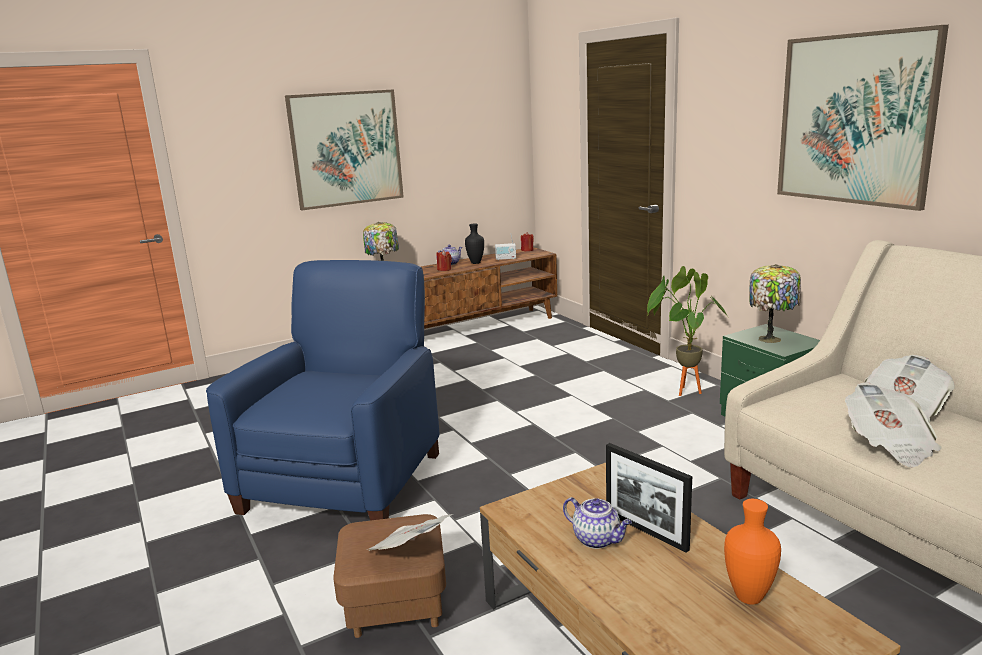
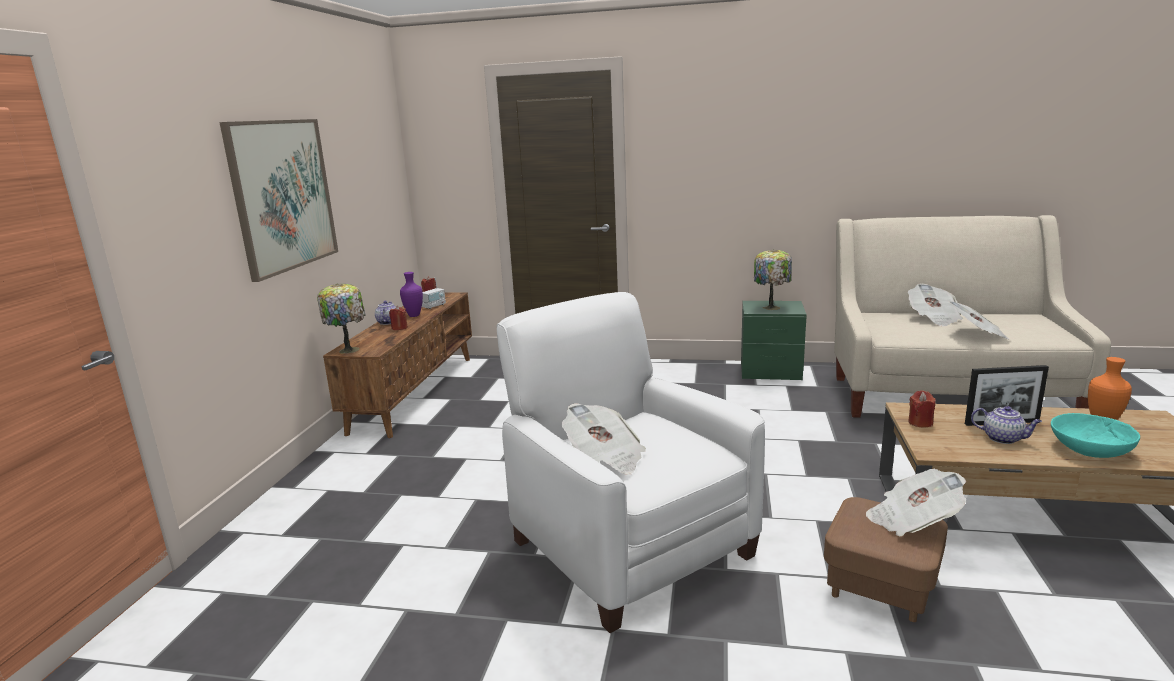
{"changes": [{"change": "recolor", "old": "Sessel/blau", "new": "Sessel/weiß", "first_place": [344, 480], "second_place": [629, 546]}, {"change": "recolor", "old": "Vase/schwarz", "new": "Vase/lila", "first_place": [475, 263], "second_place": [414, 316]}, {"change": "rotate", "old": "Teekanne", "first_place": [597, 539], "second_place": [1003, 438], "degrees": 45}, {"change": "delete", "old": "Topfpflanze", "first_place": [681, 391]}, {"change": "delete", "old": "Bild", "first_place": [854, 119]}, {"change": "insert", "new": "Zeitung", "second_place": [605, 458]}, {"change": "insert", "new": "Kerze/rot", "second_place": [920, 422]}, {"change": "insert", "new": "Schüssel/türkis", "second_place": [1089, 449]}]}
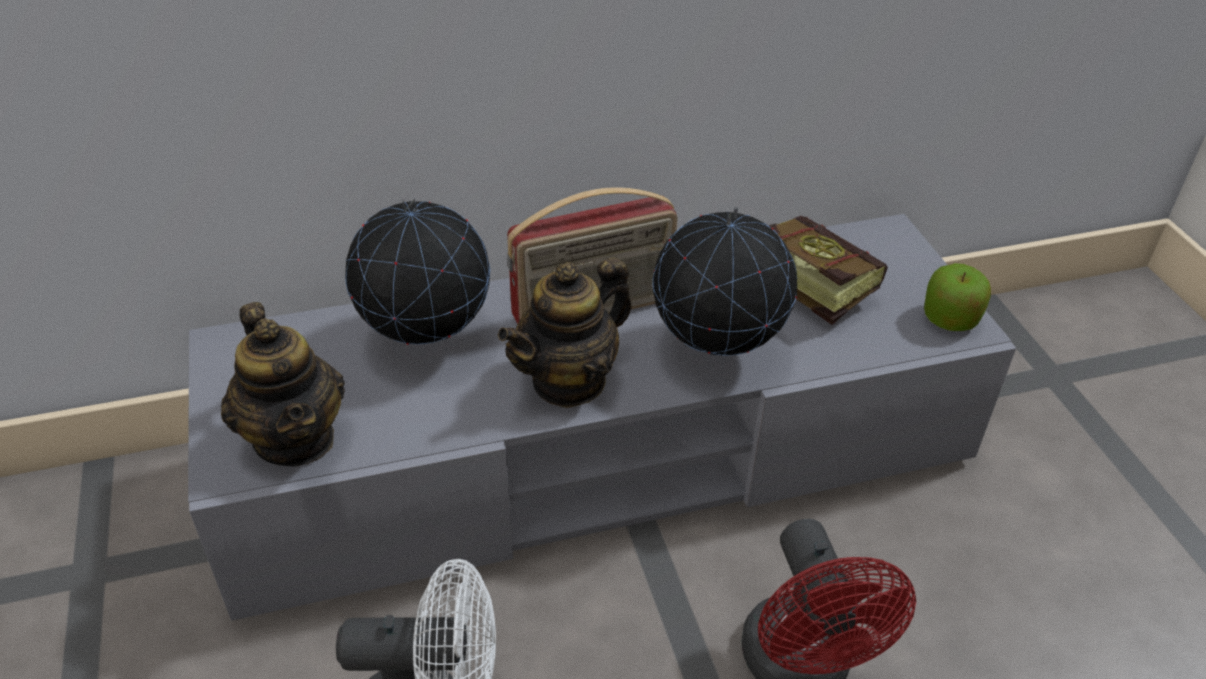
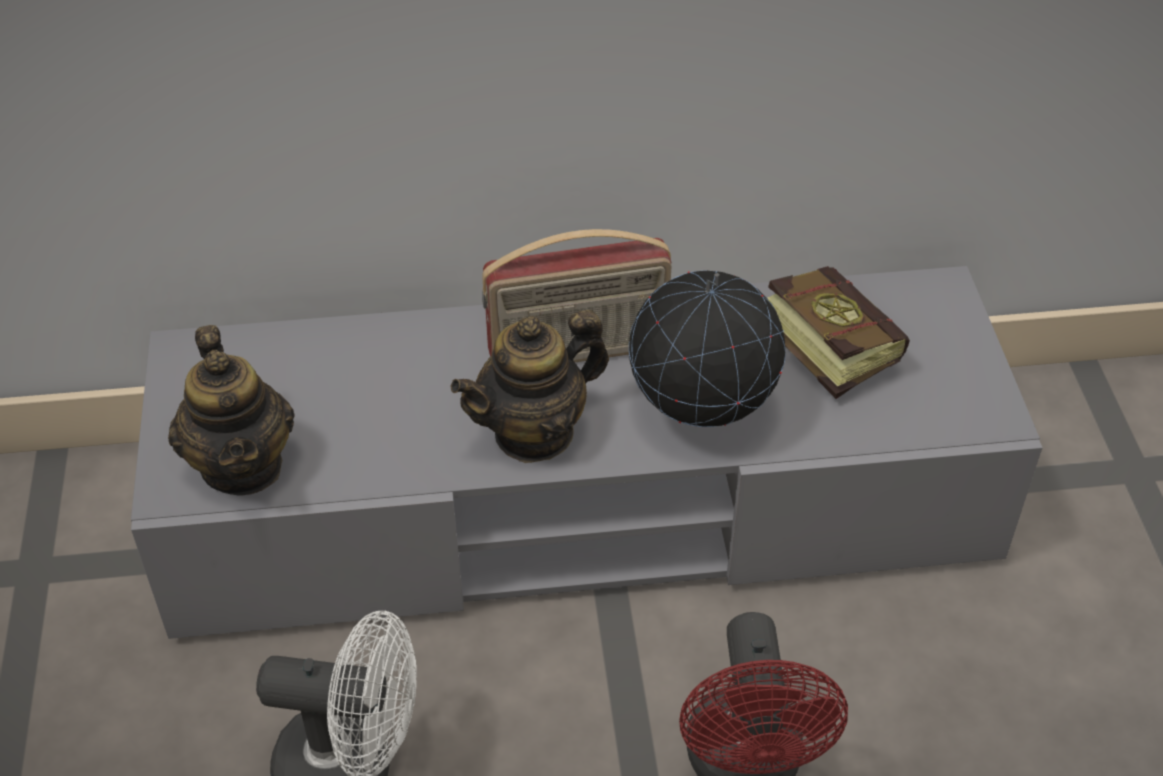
{"changes": [{"change": "delete", "old": "Globus", "first_place": [426, 341]}, {"change": "delete", "old": "Apfel", "first_place": [950, 319]}]}
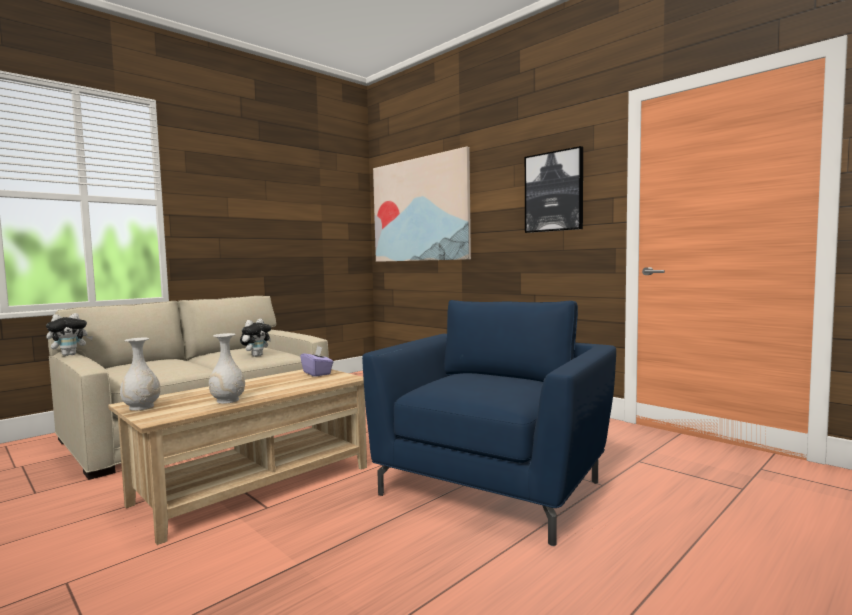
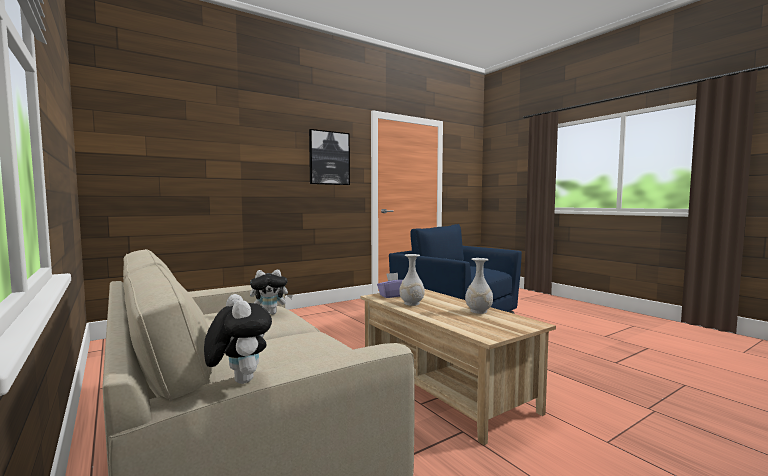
{"changes": [{"change": "move", "old": "Vase/weiß", "first_place": [142, 407], "second_place": [411, 303]}, {"change": "rotate", "old": "Plüschtier", "first_place": [256, 355], "second_place": [270, 313], "degrees": 120}, {"change": "delete", "old": "Bild", "first_place": [419, 210]}]}
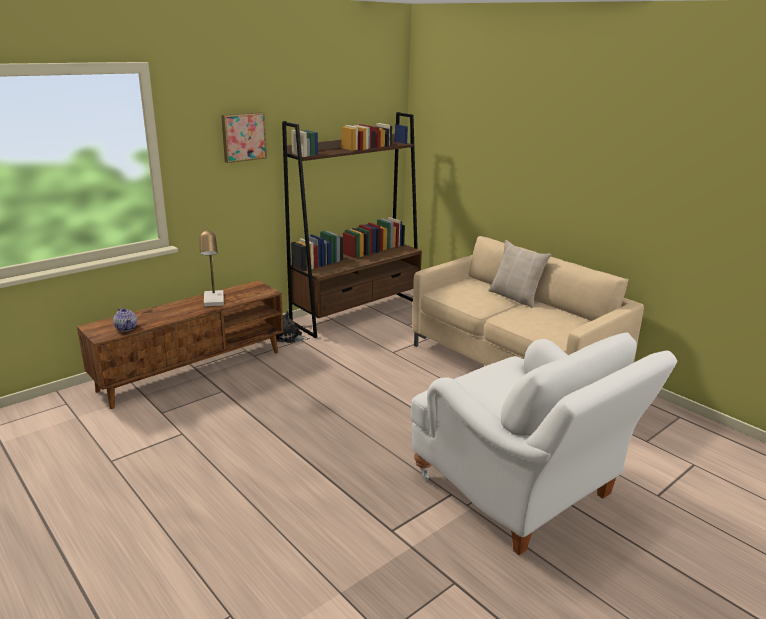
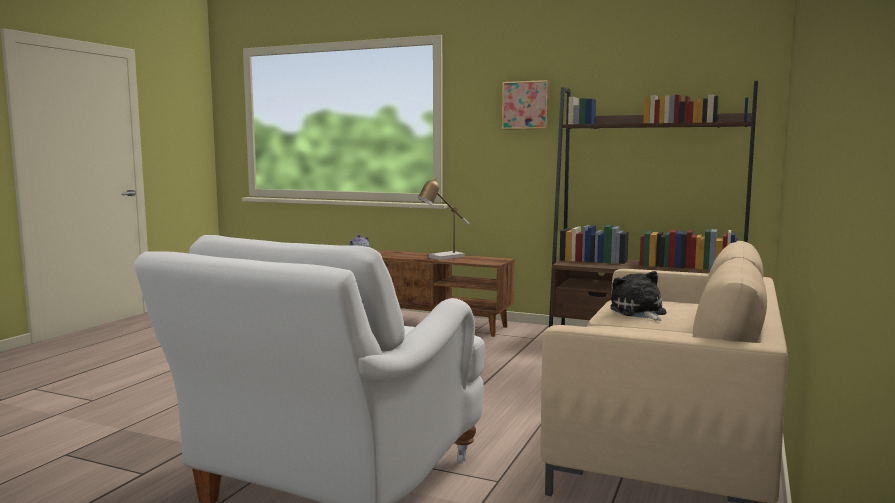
{"changes": [{"change": "move", "old": "Plüschtier", "first_place": [289, 337], "second_place": [639, 312]}, {"change": "delete", "old": "Kissen/beige", "first_place": [515, 297]}]}
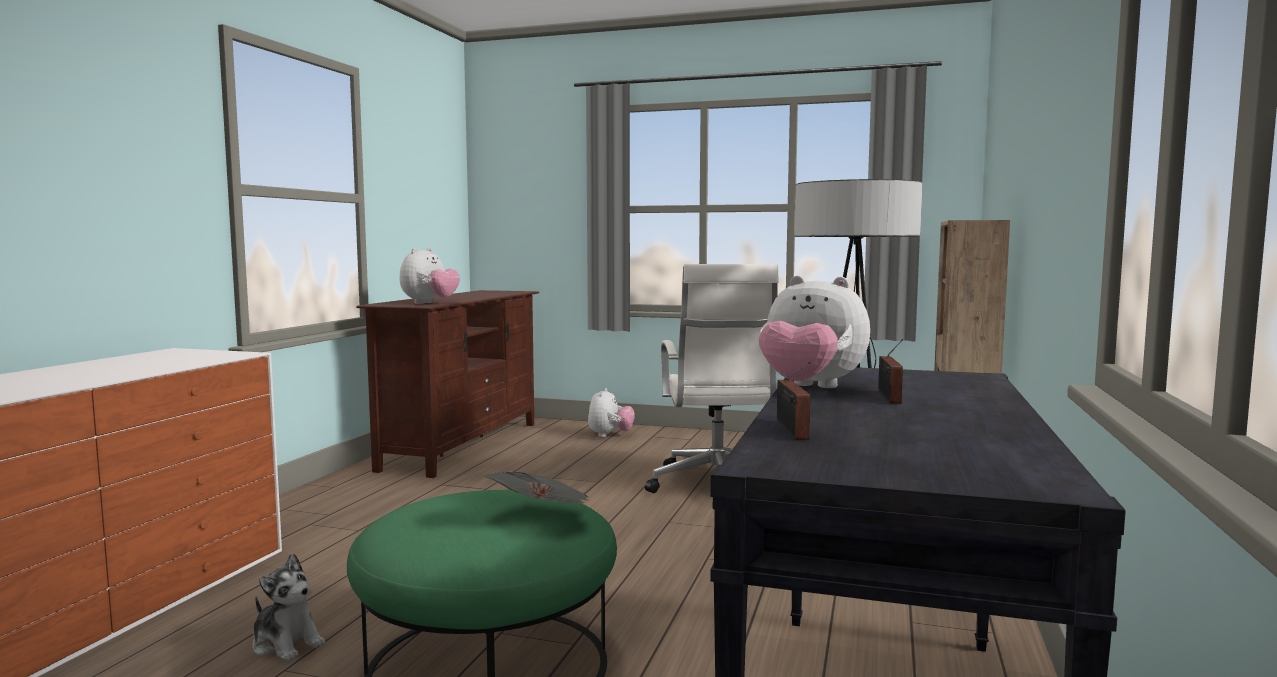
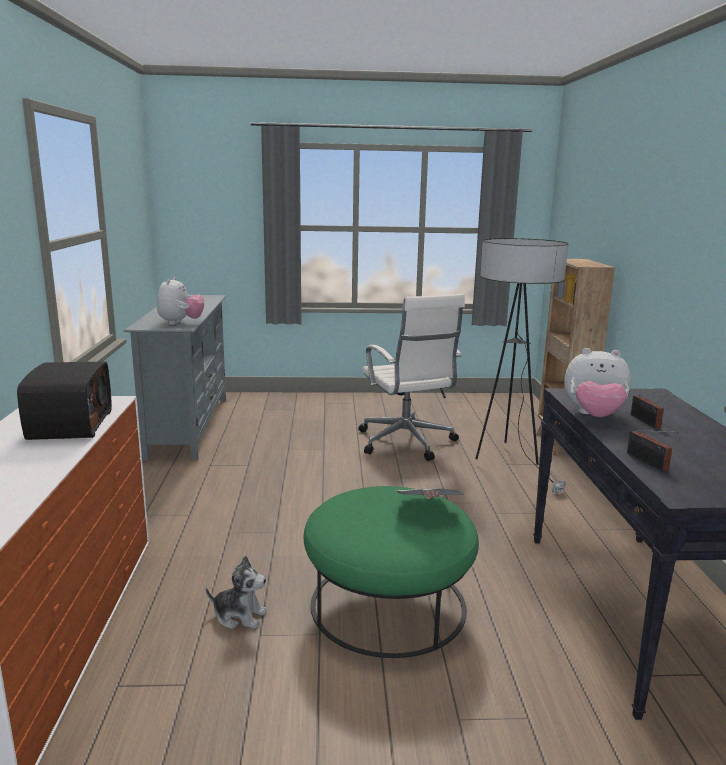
{"changes": [{"change": "recolor", "old": "Fernsehschrank/braun", "new": "Fernsehschrank/grau", "first_place": [461, 445], "second_place": [188, 426]}, {"change": "delete", "old": "Plüschtier", "first_place": [610, 435]}, {"change": "insert", "new": "Radio", "second_place": [69, 425]}]}
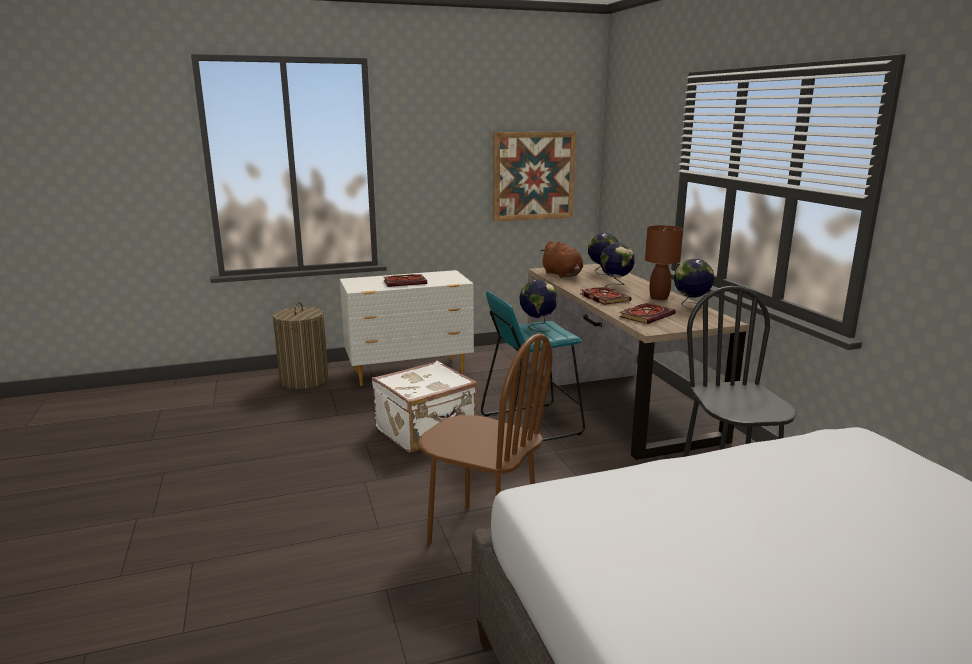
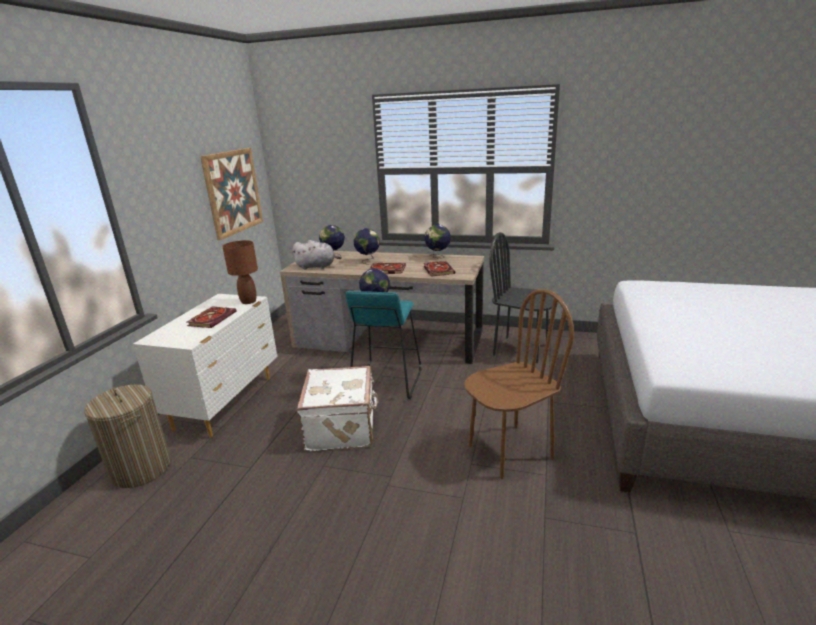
{"changes": [{"change": "recolor", "old": "Plüschtier/braun", "new": "Plüschtier/grau", "first_place": [563, 275], "second_place": [317, 266]}, {"change": "move", "old": "Tischlampe/braun", "first_place": [659, 298], "second_place": [249, 301]}]}
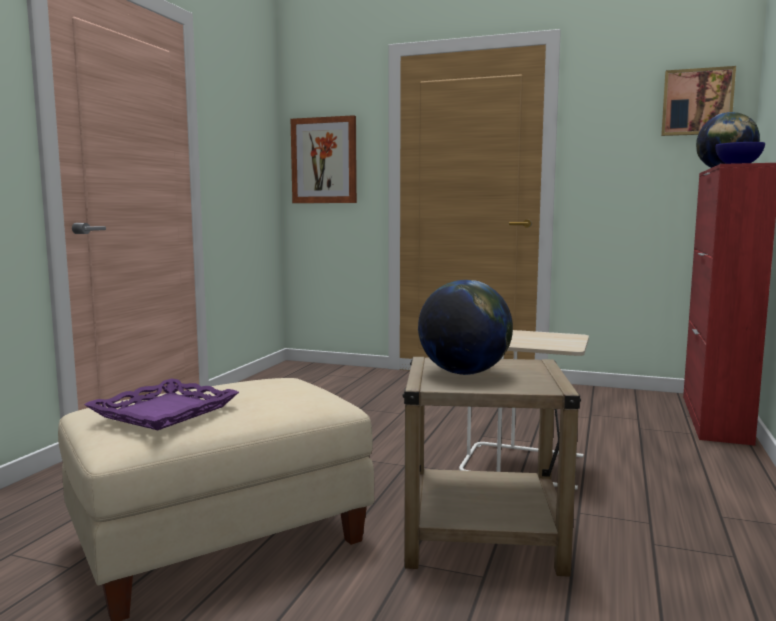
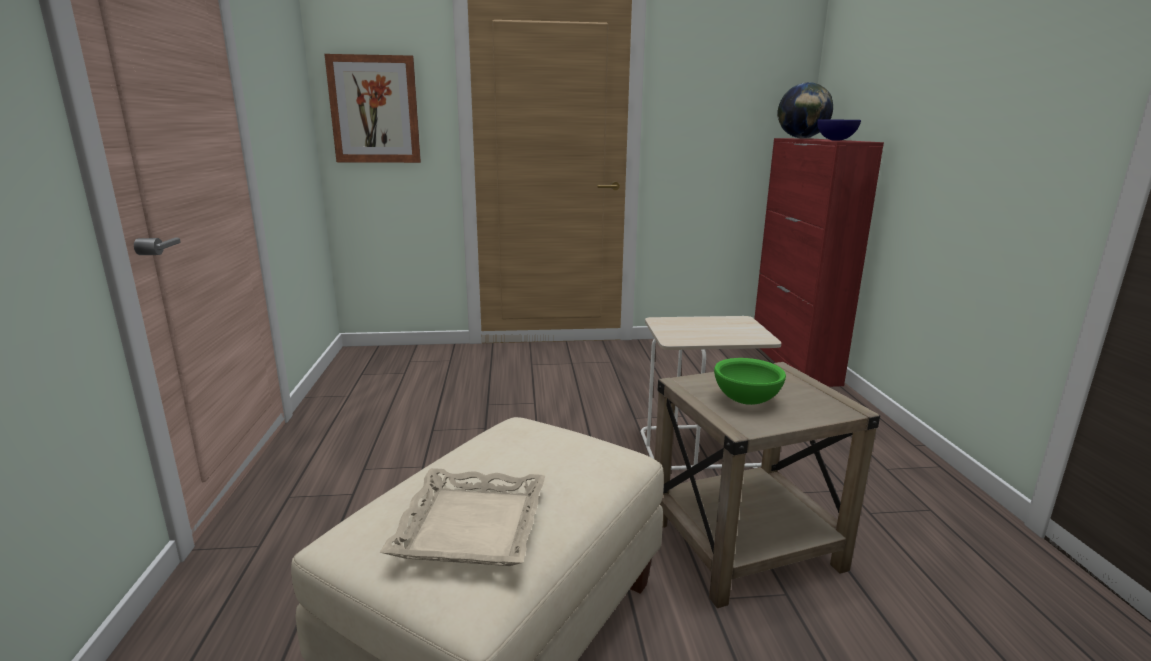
{"changes": [{"change": "recolor", "old": "Tablett/lila", "new": "Tablett/beige", "first_place": [165, 412], "second_place": [472, 526]}, {"change": "replace", "old": "Globus", "new": "Schüssel/grün", "first_place": [464, 373], "second_place": [745, 400]}, {"change": "delete", "old": "Bild", "first_place": [697, 102]}]}
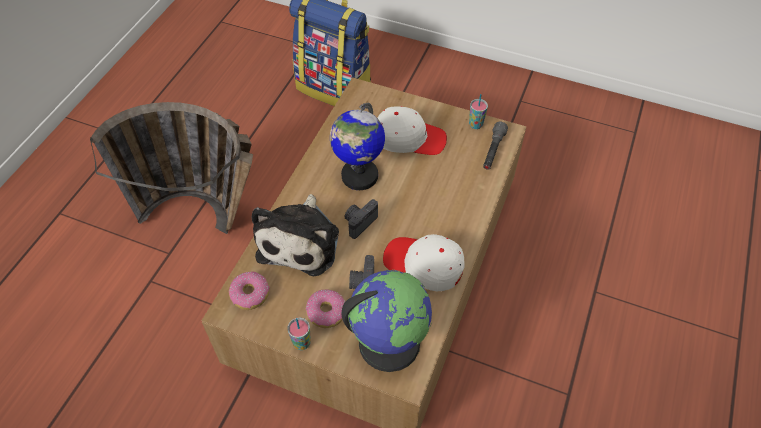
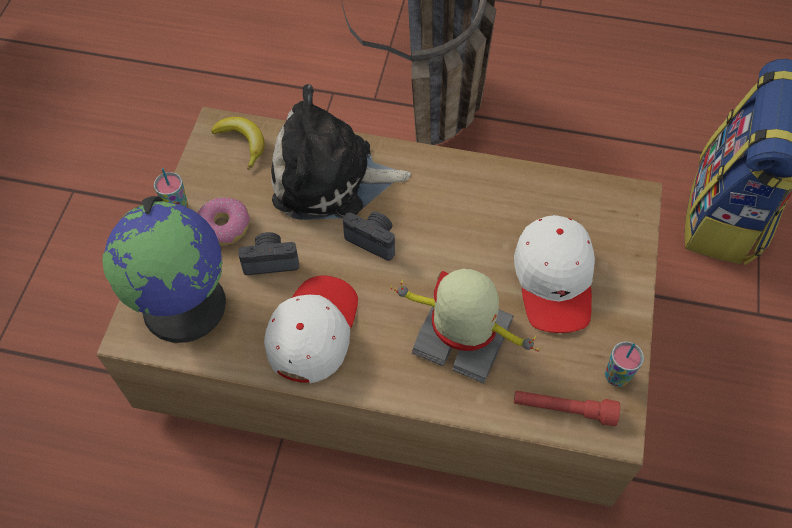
{"changes": [{"change": "replace", "old": "Donut", "new": "Banane", "first_place": [250, 294], "second_place": [242, 143]}, {"change": "delete", "old": "Globus", "first_place": [359, 176]}, {"change": "recolor", "old": "Taschenlampe/grau", "new": "Taschenlampe/rot", "first_place": [493, 151], "second_place": [563, 410]}, {"change": "insert", "new": "Spielzeugroboter", "second_place": [462, 339]}]}
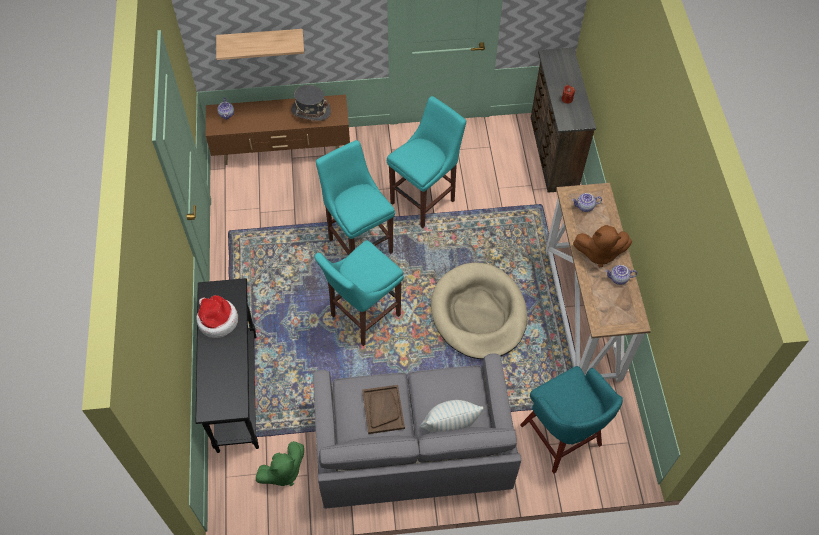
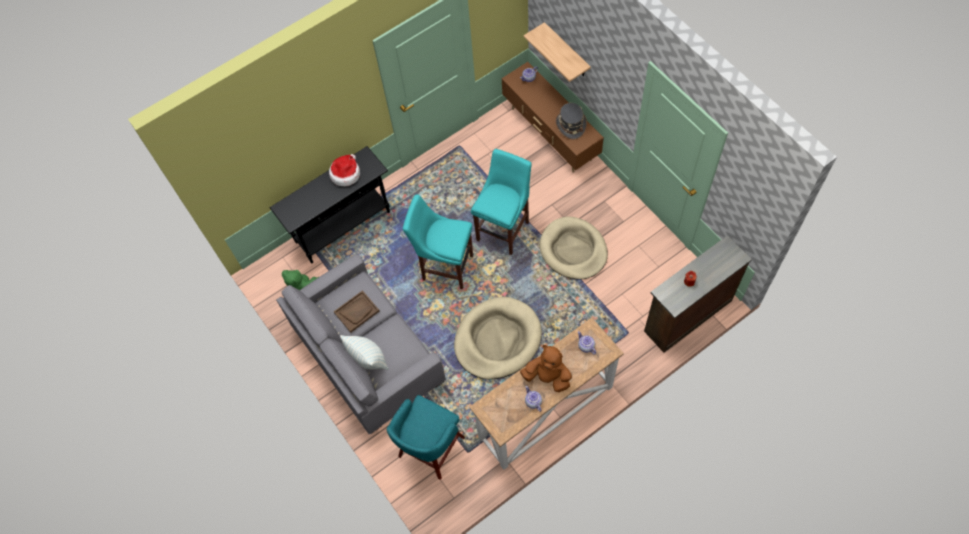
{"changes": [{"change": "replace", "old": "Hocker/türkis", "new": "Hundebett/beige", "first_place": [425, 200], "second_place": [573, 250]}, {"change": "rotate", "old": "Plüschtier/braun", "first_place": [599, 253], "second_place": [547, 377], "degrees": 135}]}
